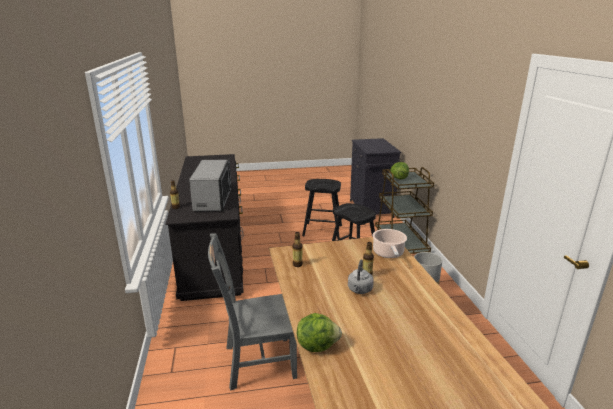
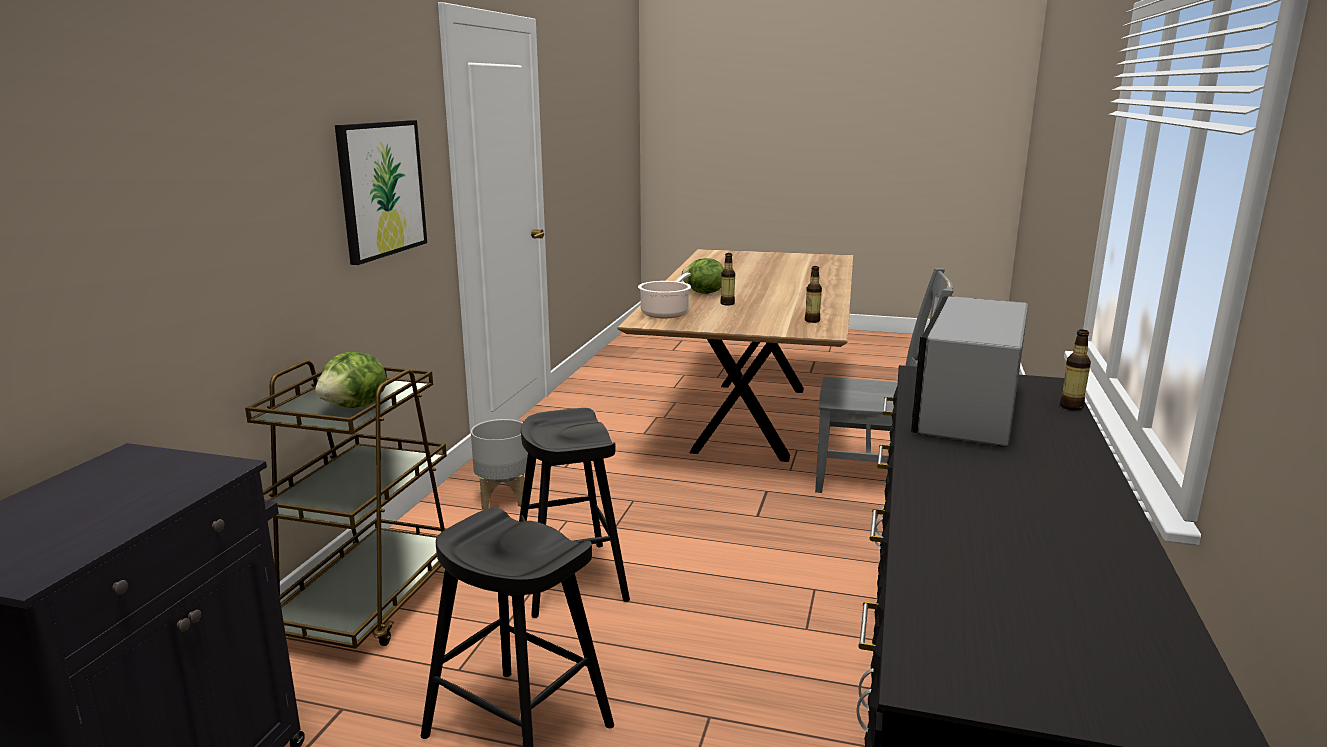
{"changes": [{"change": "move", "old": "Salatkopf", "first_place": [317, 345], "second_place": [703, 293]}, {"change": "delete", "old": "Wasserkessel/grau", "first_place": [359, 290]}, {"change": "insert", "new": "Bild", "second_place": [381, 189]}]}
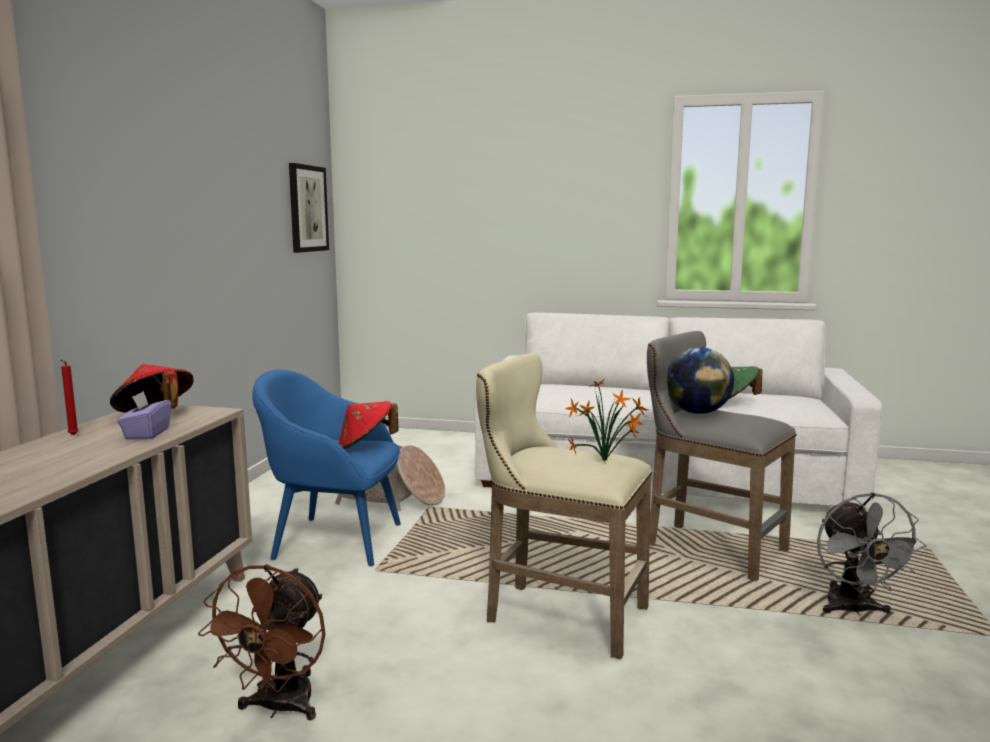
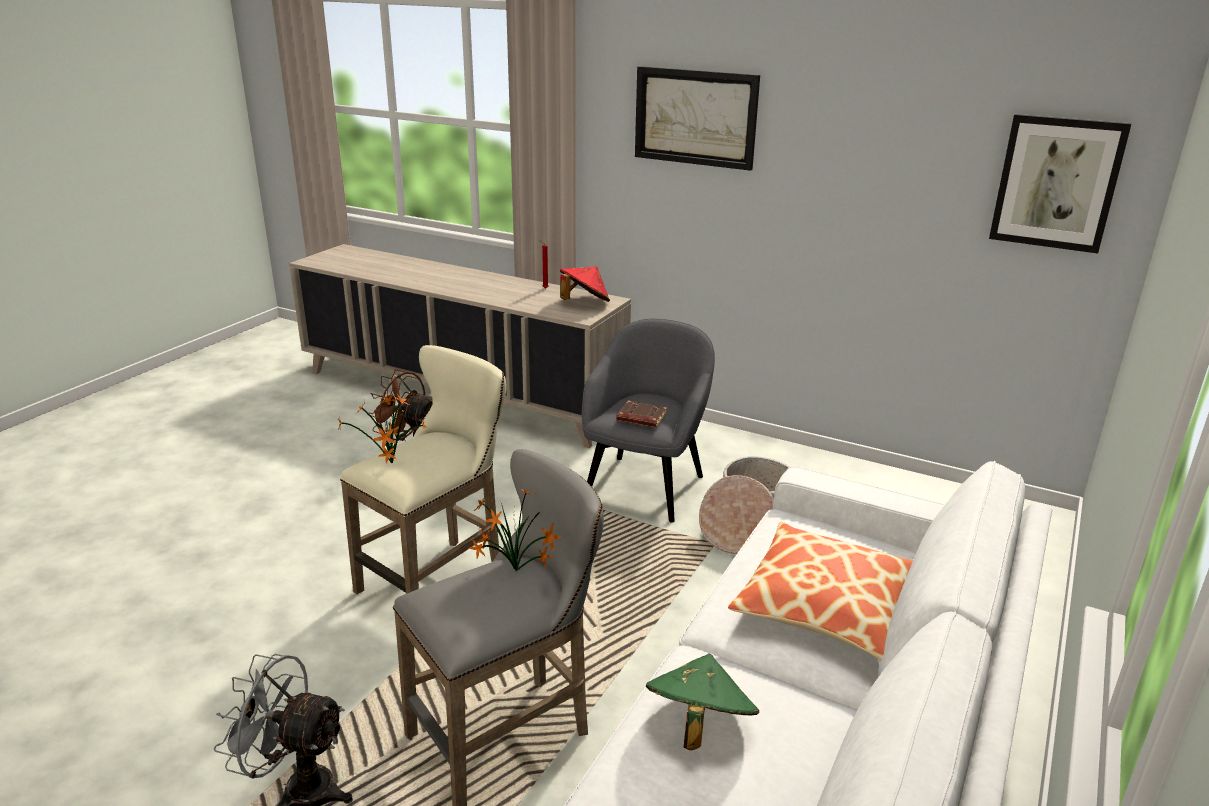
{"changes": [{"change": "delete", "old": "Taschentuchbox/lila", "first_place": [146, 434]}, {"change": "recolor", "old": "Sessel/blau", "new": "Sessel/grau", "first_place": [335, 540], "second_place": [645, 486]}, {"change": "replace", "old": "Hut/rot", "new": "Buch/braun", "first_place": [366, 445], "second_place": [640, 418]}, {"change": "replace", "old": "Globus", "new": "Topfpflanze", "first_place": [697, 412], "second_place": [517, 573]}, {"change": "insert", "new": "Bild", "second_place": [695, 117]}, {"change": "insert", "new": "Kissen", "second_place": [825, 605]}]}
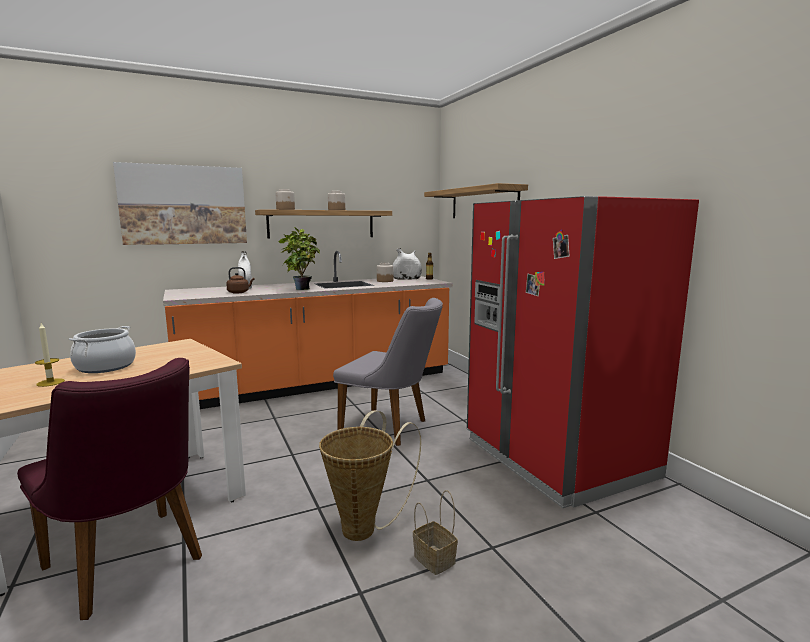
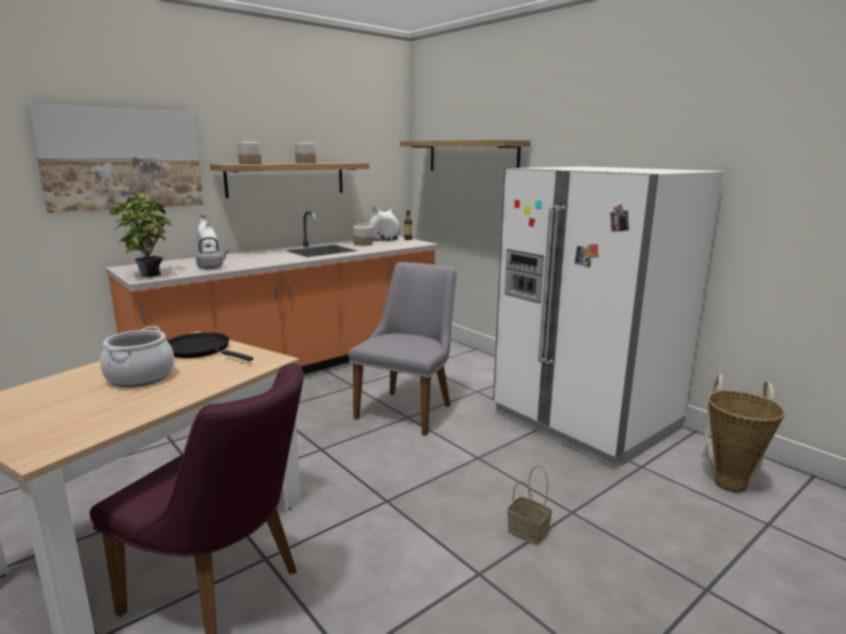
{"changes": [{"change": "delete", "old": "Kerze", "first_place": [50, 382]}, {"change": "recolor", "old": "Wasserkessel/braun", "new": "Wasserkessel/grau", "first_place": [239, 292], "second_place": [212, 268]}, {"change": "move", "old": "Topfpflanze", "first_place": [300, 289], "second_place": [147, 275]}, {"change": "move", "old": "Korb", "first_place": [365, 527], "second_place": [730, 480]}, {"change": "rotate", "old": "Stuhl/grau", "first_place": [391, 428], "second_place": [409, 408], "degrees": -75}, {"change": "recolor", "old": "Kühlschrank/rot", "new": "Kühlschrank/weiß", "first_place": [557, 458], "second_place": [585, 420]}, {"change": "insert", "new": "Pfanne/schwarz", "second_place": [201, 350]}]}
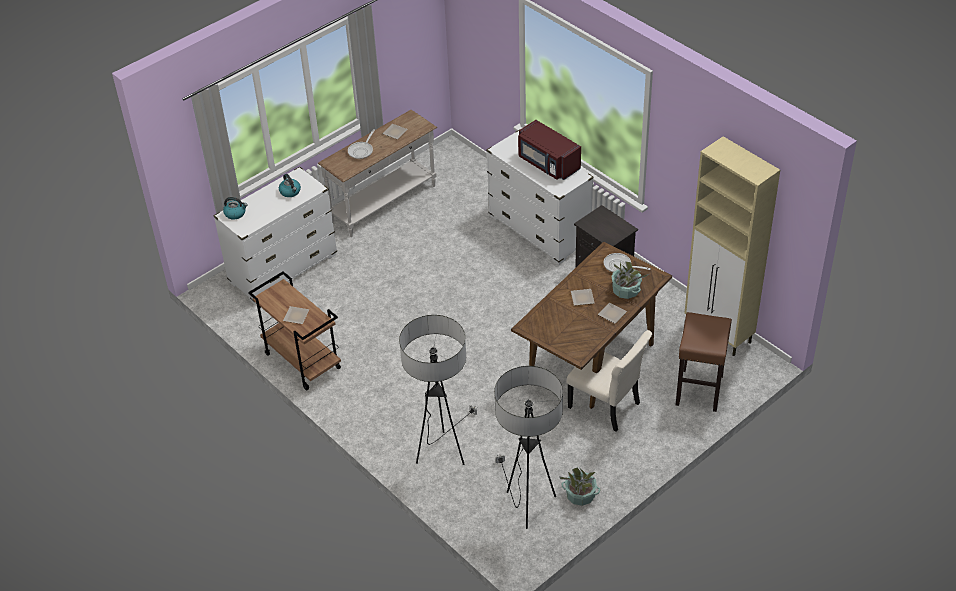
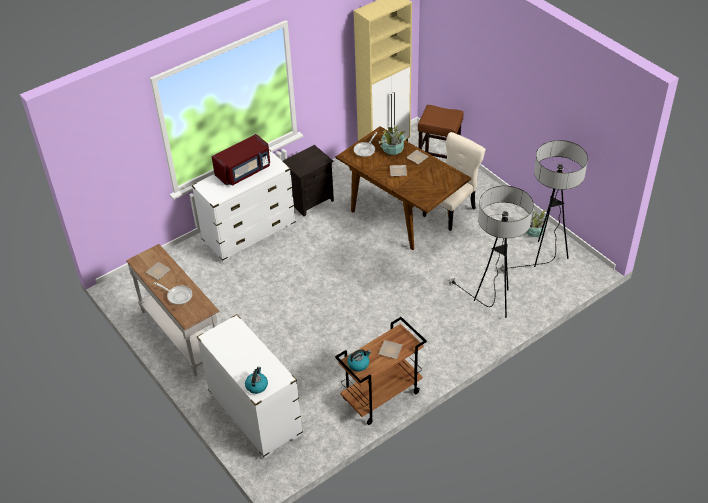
{"changes": [{"change": "move", "old": "Wasserkessel", "first_place": [290, 192], "second_place": [358, 364]}]}
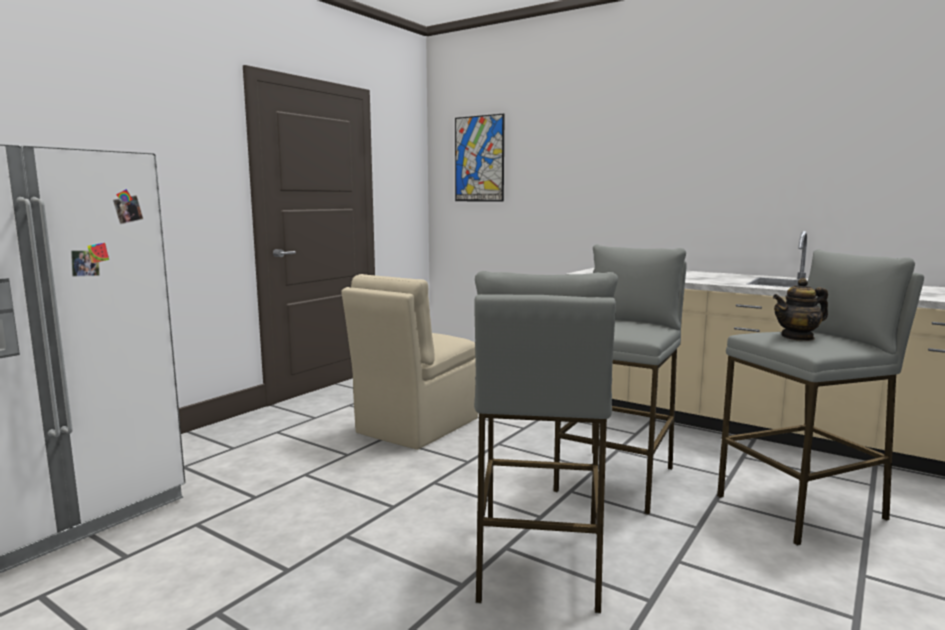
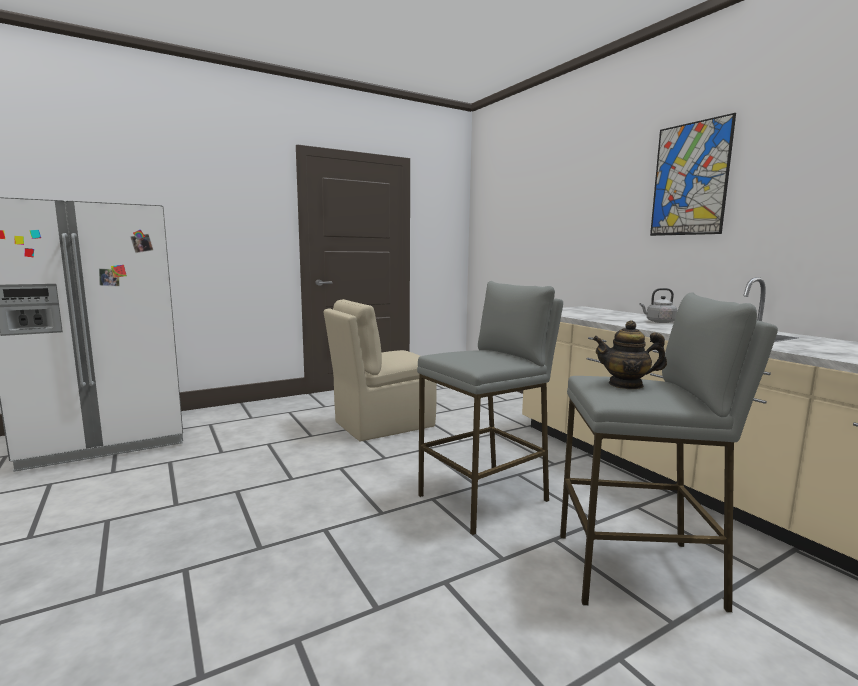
{"changes": [{"change": "move", "old": "Bild", "first_place": [479, 159], "second_place": [690, 179]}, {"change": "delete", "old": "Hocker/grau", "first_place": [538, 563]}, {"change": "insert", "new": "Wasserkessel/grau", "second_place": [658, 322]}]}
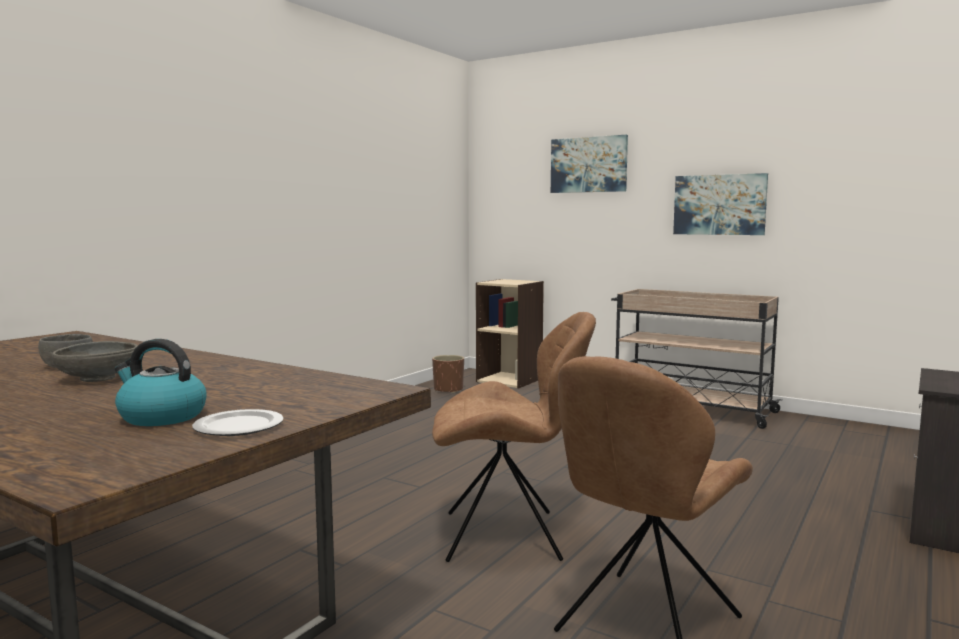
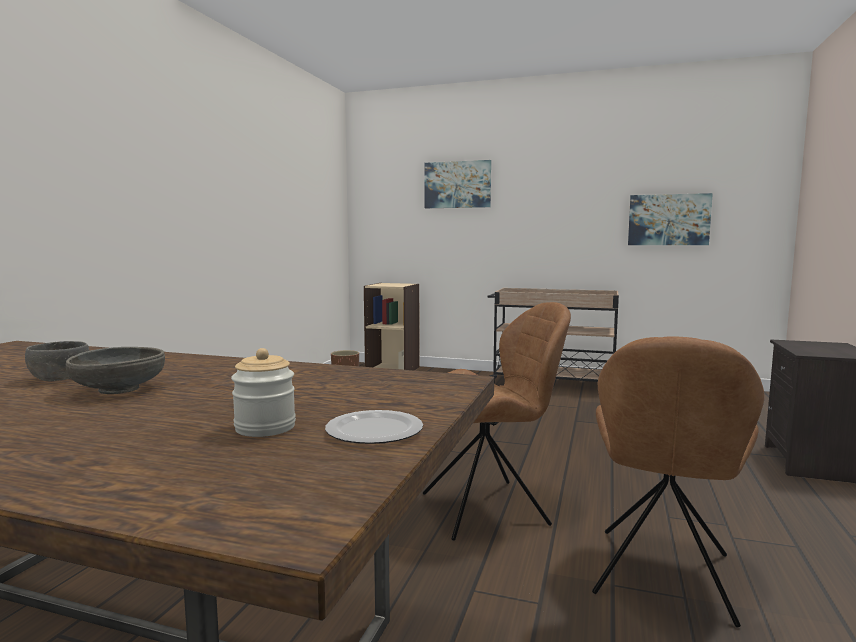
{"changes": [{"change": "replace", "old": "Wasserkessel", "new": "Vorratsglas", "first_place": [161, 417], "second_place": [265, 427]}, {"change": "move", "old": "Bild", "first_place": [719, 205], "second_place": [668, 220]}]}
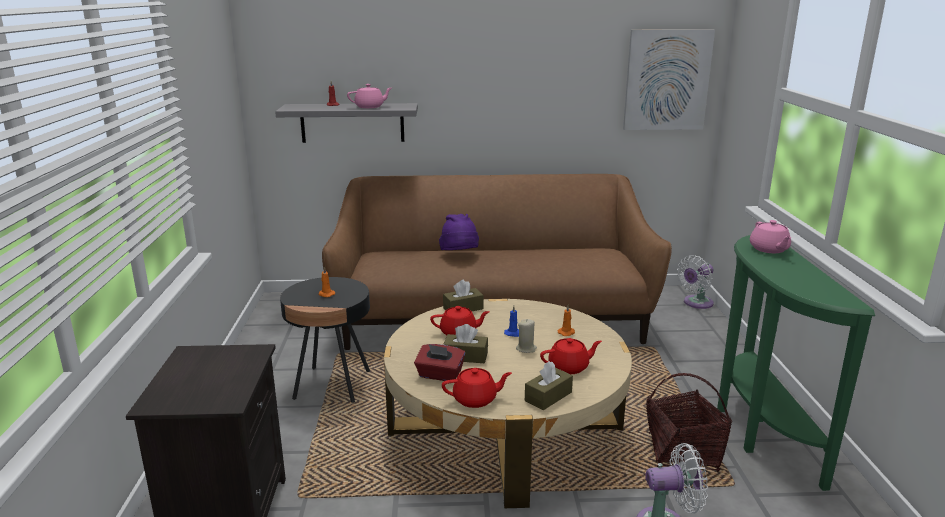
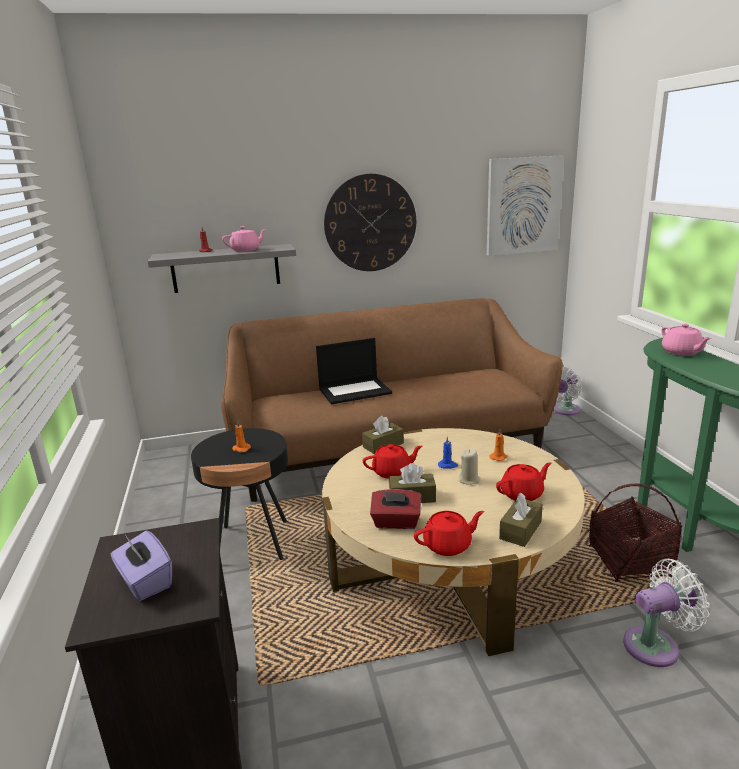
{"changes": [{"change": "replace", "old": "Hut/lila", "new": "Laptop", "first_place": [459, 255], "second_place": [355, 390]}, {"change": "insert", "new": "Taschentuchbox/lila", "second_place": [145, 582]}, {"change": "insert", "new": "Wanduhr", "second_place": [370, 223]}]}
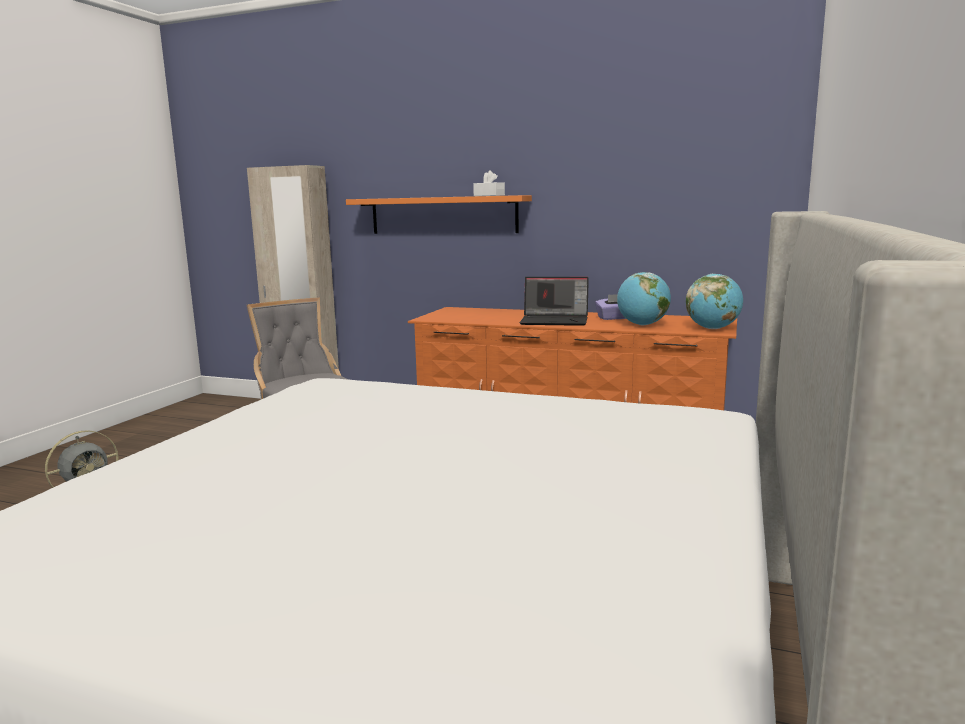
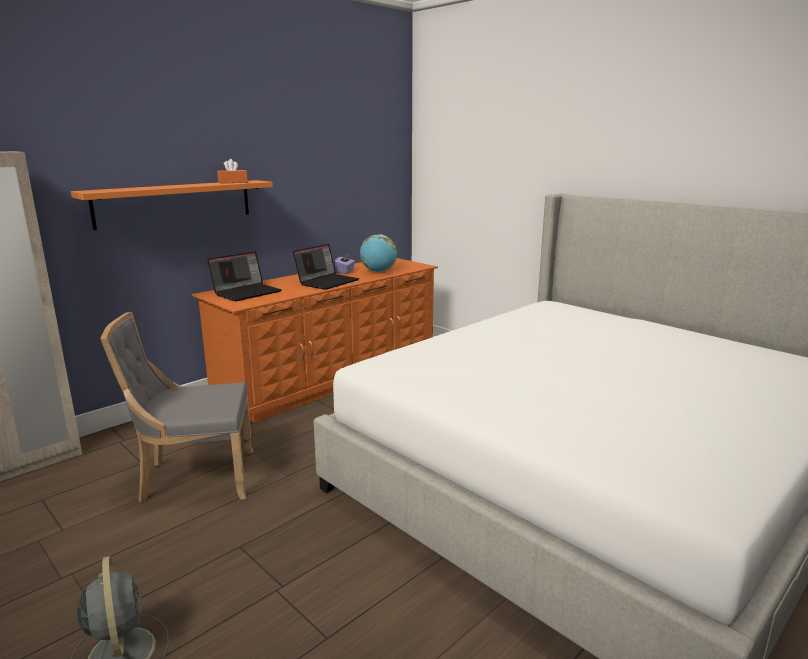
{"changes": [{"change": "recolor", "old": "Taschentuchbox/weiß", "new": "Taschentuchbox/orange", "first_place": [489, 195], "second_place": [233, 182]}, {"change": "delete", "old": "Globus", "first_place": [712, 328]}, {"change": "insert", "new": "Laptop", "second_place": [247, 292]}]}
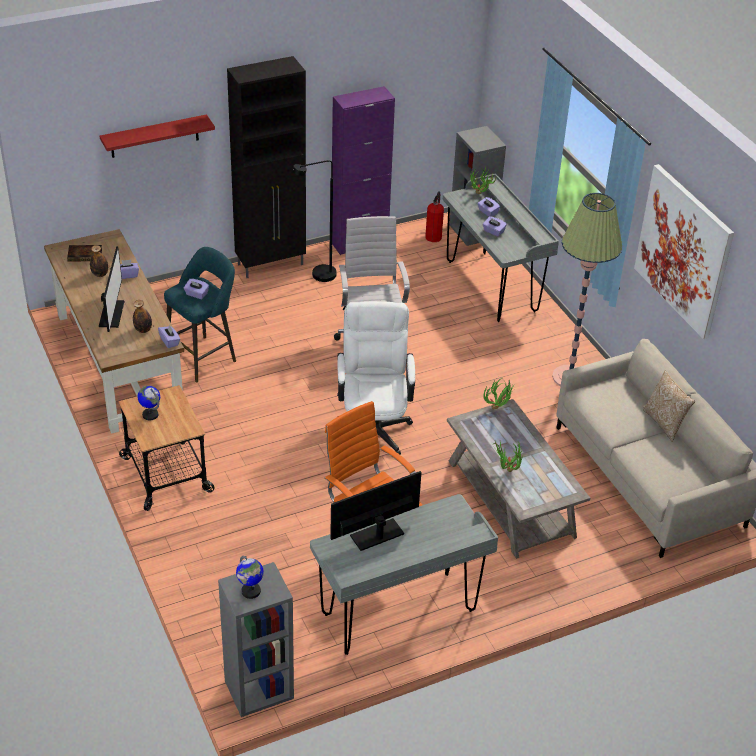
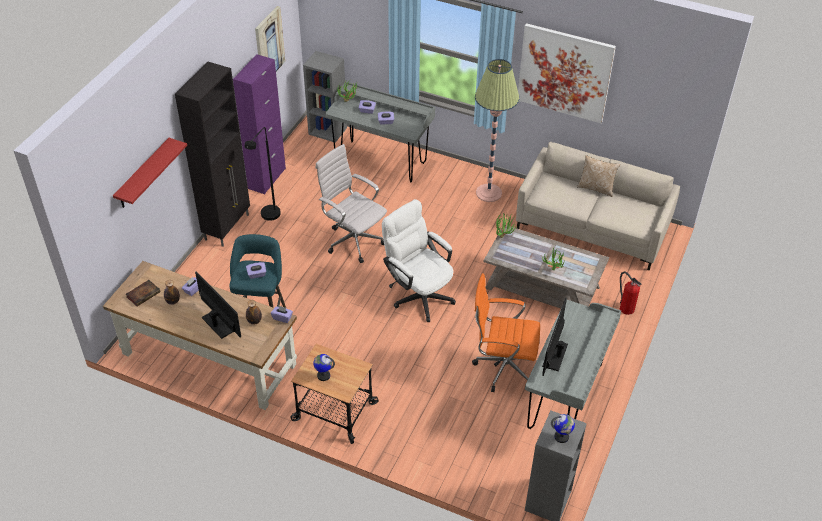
{"changes": [{"change": "move", "old": "Feuerlöscher", "first_place": [433, 236], "second_place": [625, 307]}, {"change": "insert", "new": "Bild", "second_place": [269, 45]}]}
